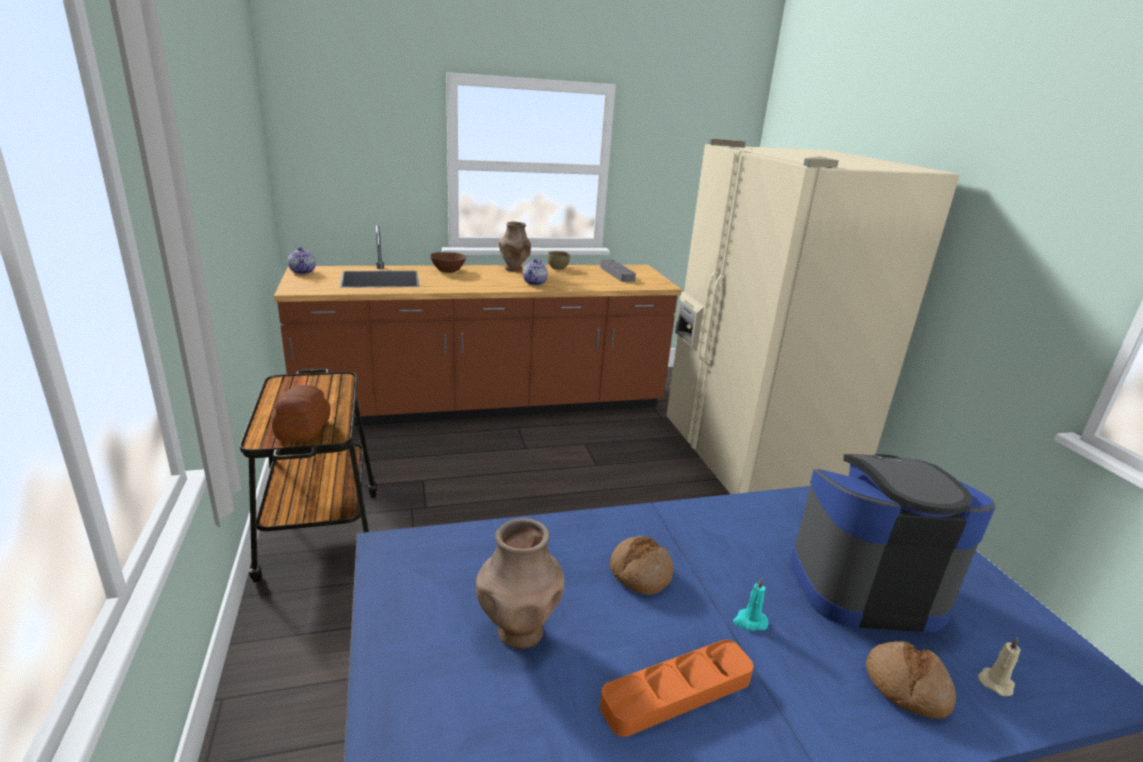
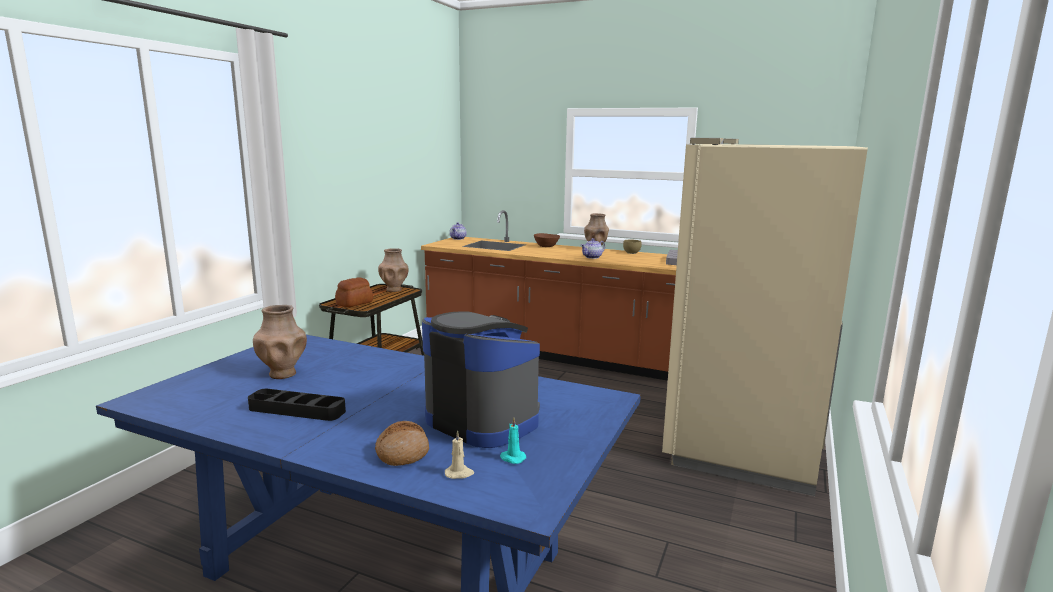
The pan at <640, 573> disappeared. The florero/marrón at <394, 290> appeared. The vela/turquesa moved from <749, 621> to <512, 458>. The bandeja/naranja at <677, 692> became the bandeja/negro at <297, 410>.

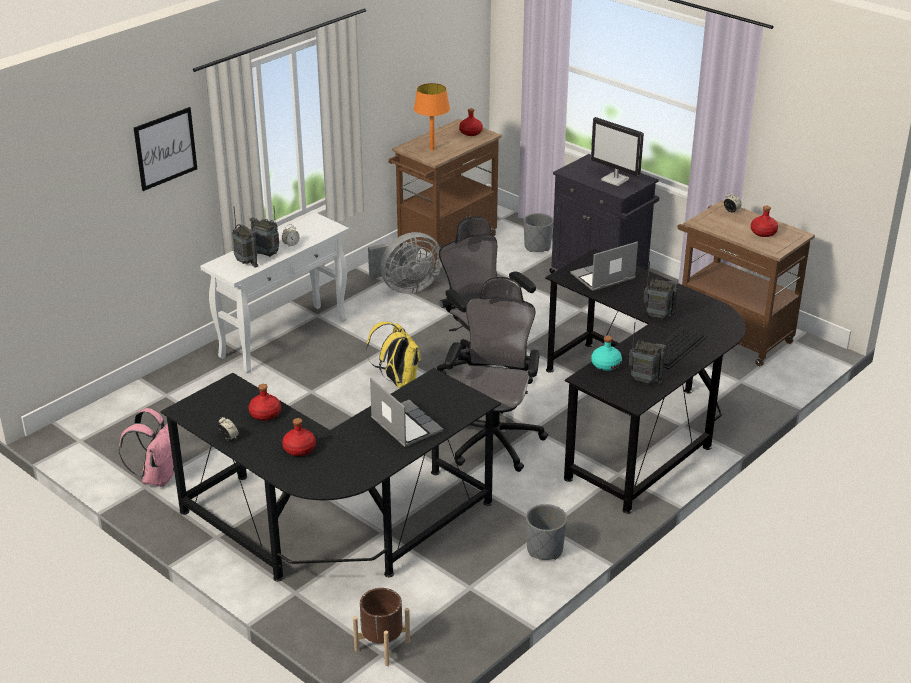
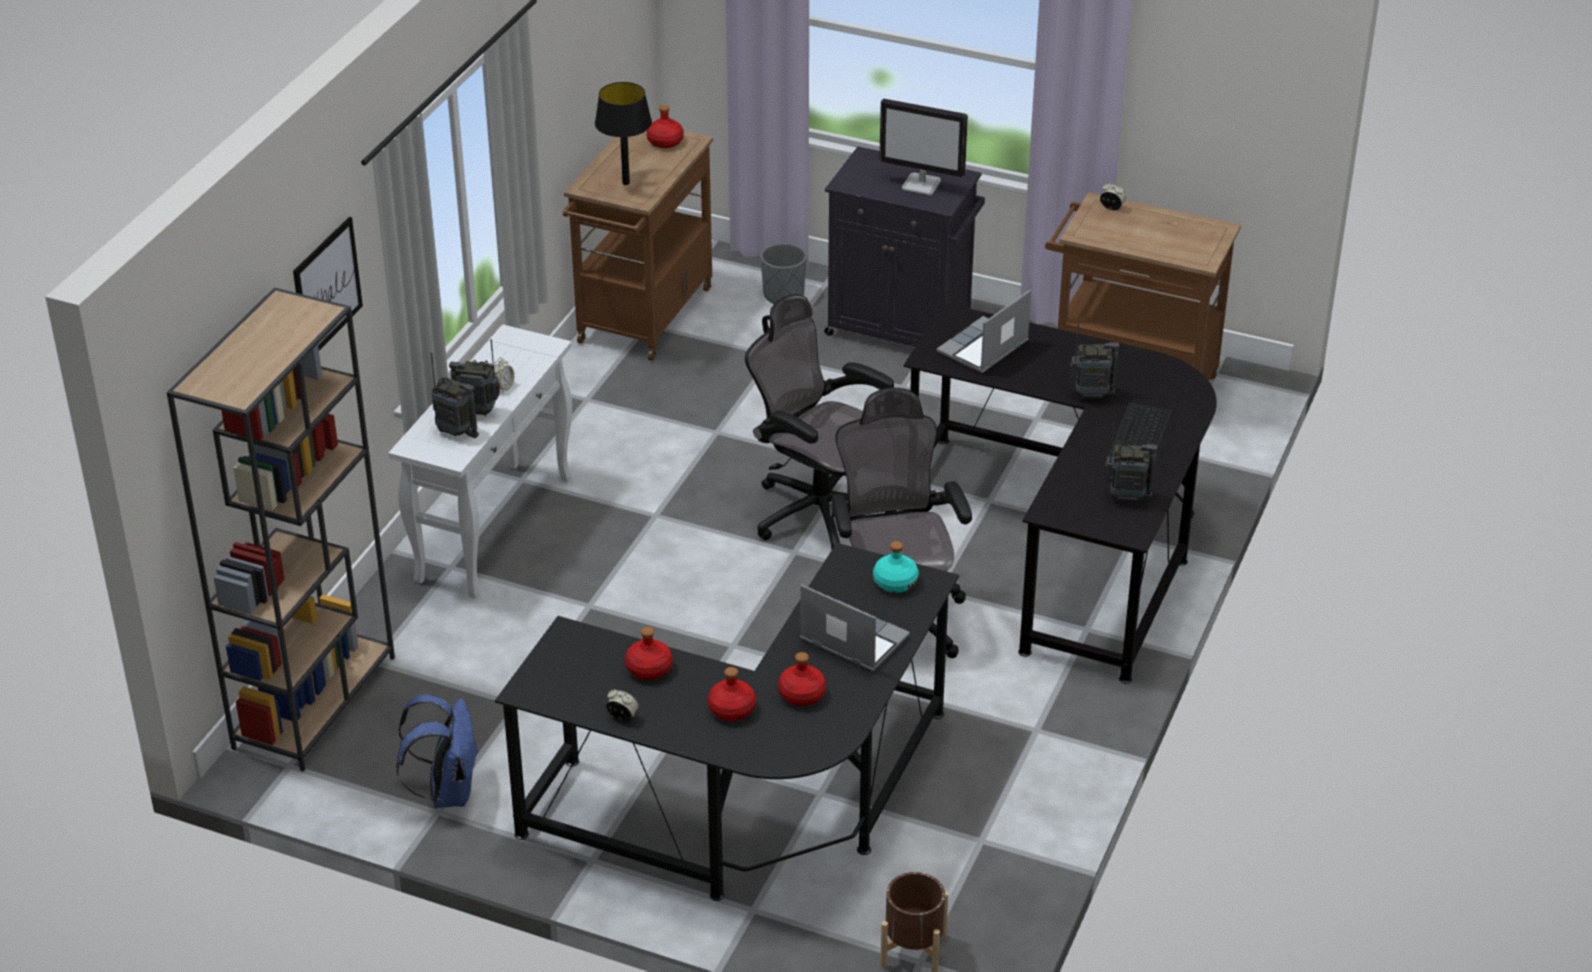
The mochila/amarillo at <397, 381> disappeared. The ventilador/gris at <406, 287> disappeared. The maceta/gris at <544, 549> disappeared. The estantería at <314, 701> appeared. The botella/turquesa moved from <605, 364> to <894, 582>. The botella/rojo moved from <763, 233> to <801, 695>. The mochila/rosa at <158, 476> became the mochila/azul at <447, 791>. The lámpara de mesa/naranja at <432, 149> became the lámpara de mesa/negro at <626, 183>.

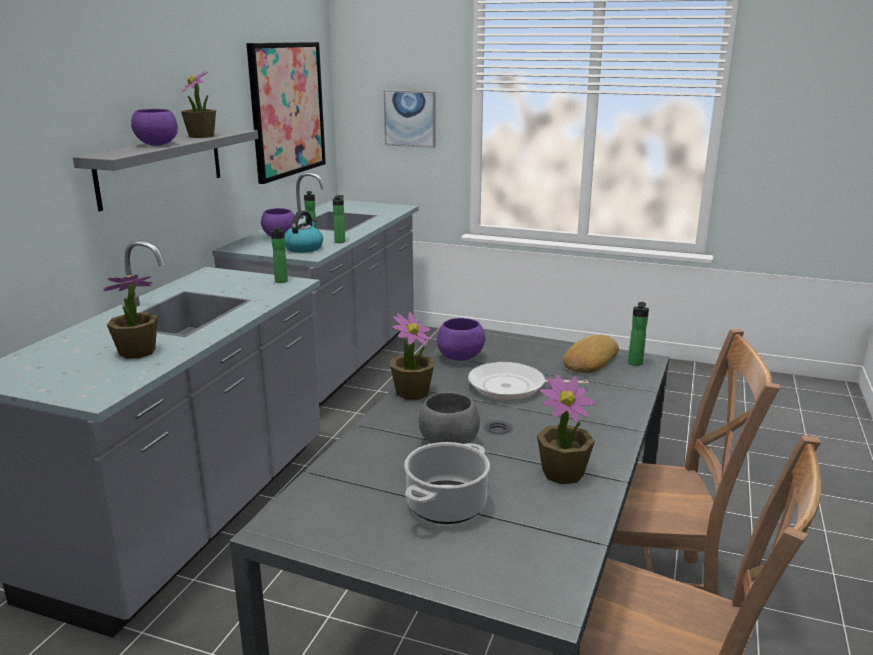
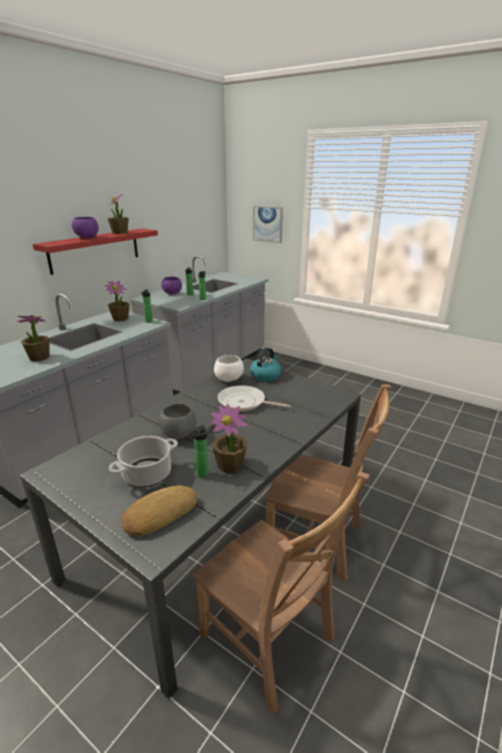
The cuadro at <287, 109> disappeared. The hervidor moved from <304, 248> to <265, 375>. The planta en maceta moved from <412, 392> to <120, 319>. The pan moved from <589, 361> to <159, 514>. The botella moved from <635, 364> to <201, 475>. The estante/gris at <161, 167> became the estante/rojo at <95, 250>. The cuenco/morado at <461, 358> became the cuenco/blanco at <229, 379>.

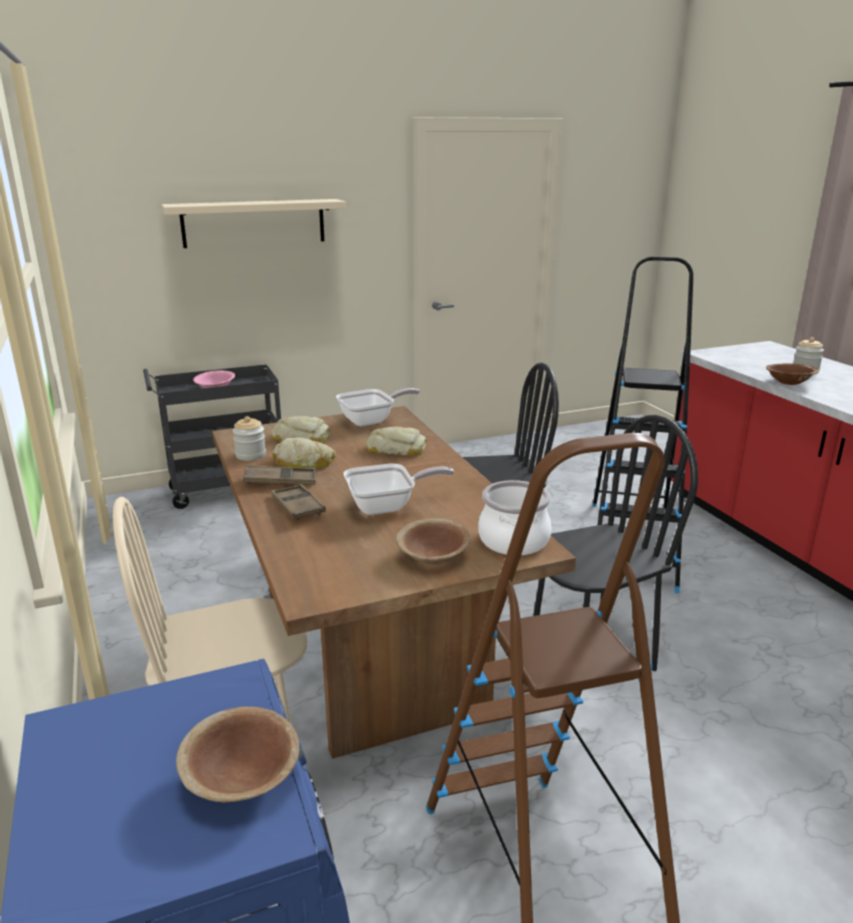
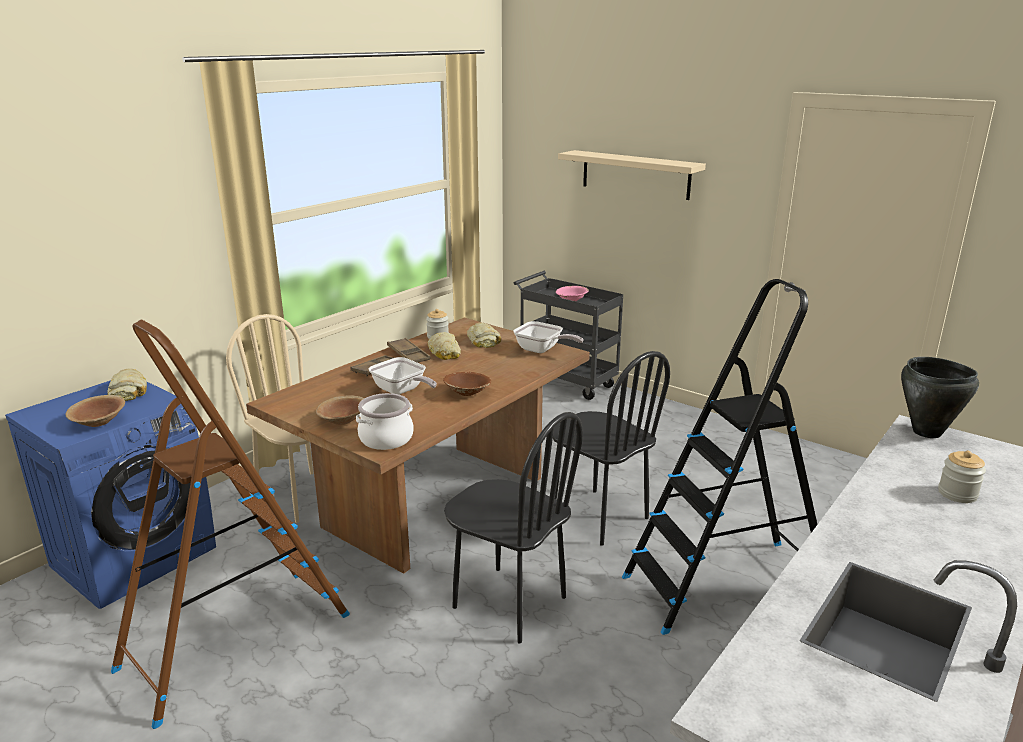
The olla/negro at <927, 432> appeared. The pan moved from <396, 449> to <128, 391>. The cuenco/marrón moved from <789, 382> to <467, 392>.

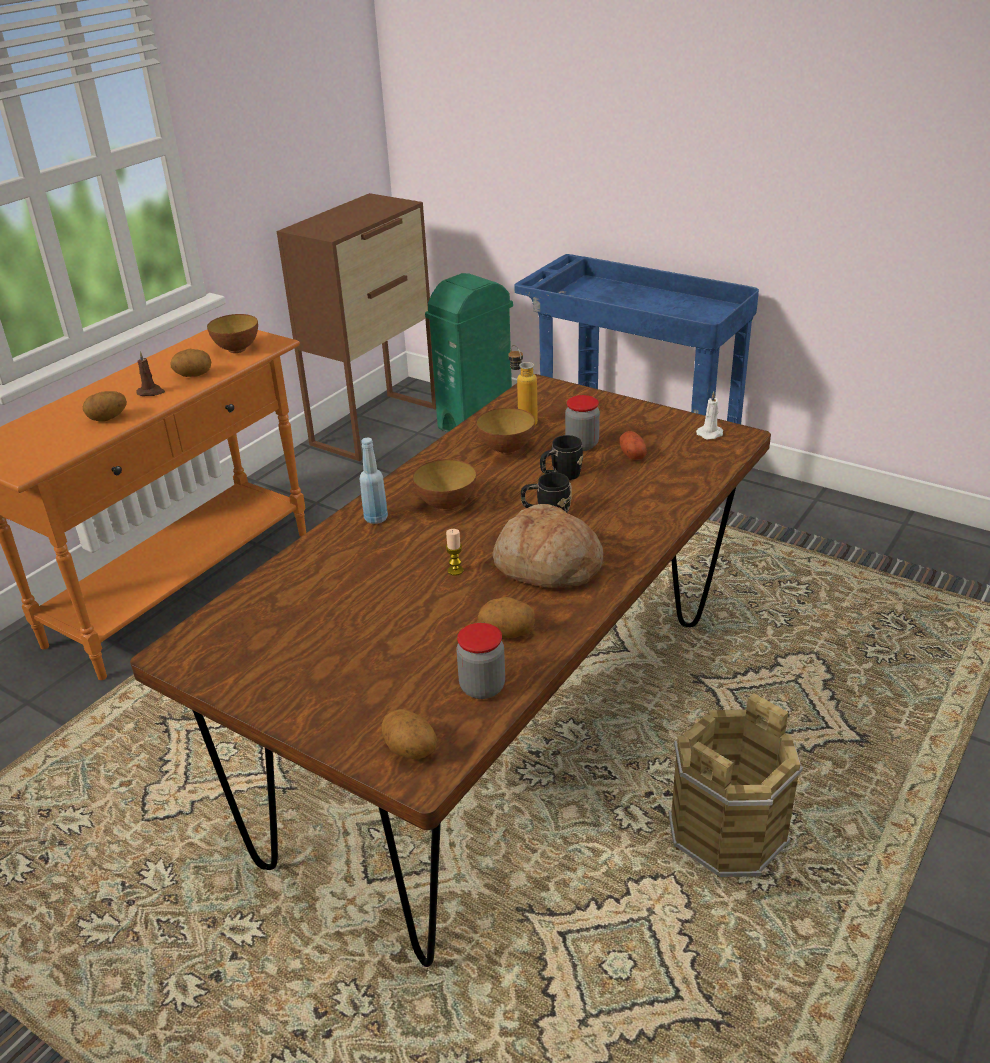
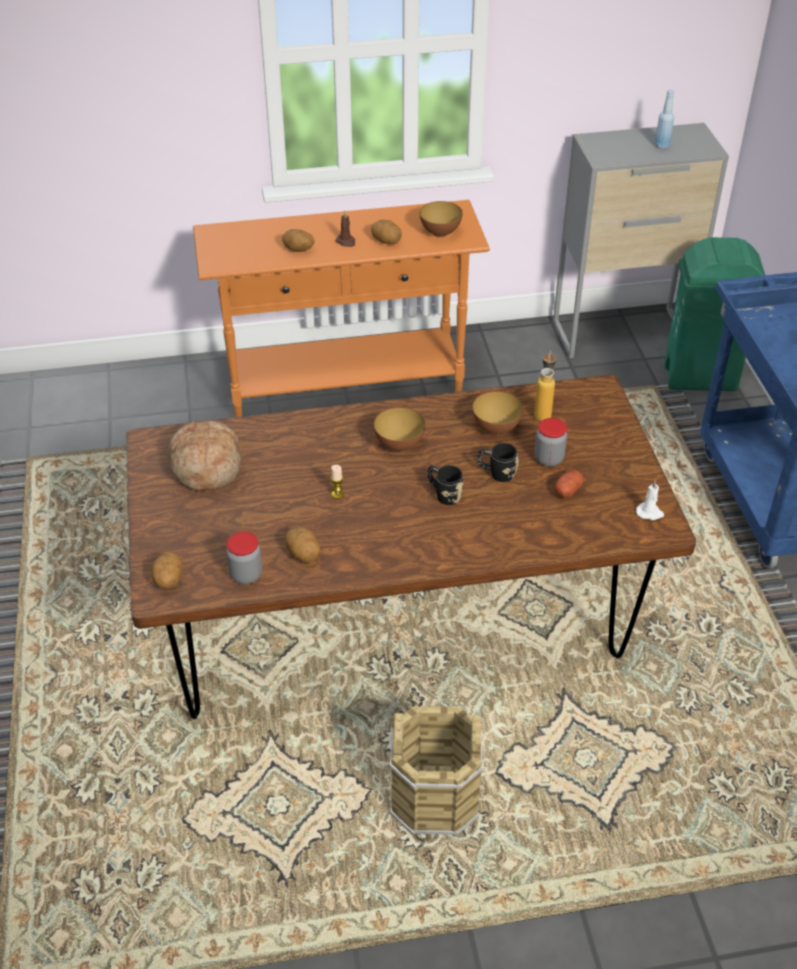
The botella/azul moved from <376, 518> to <662, 145>. The pan moved from <547, 565> to <205, 466>. The armario/marrón at <378, 425> became the armario/gris at <623, 333>.

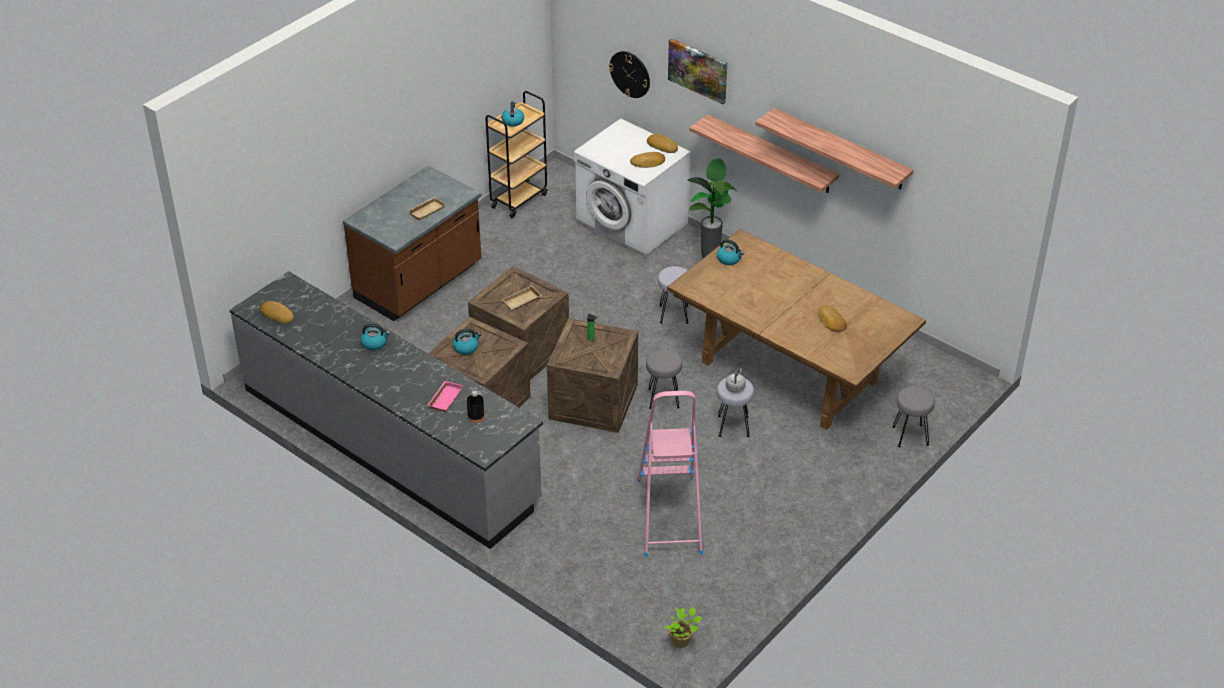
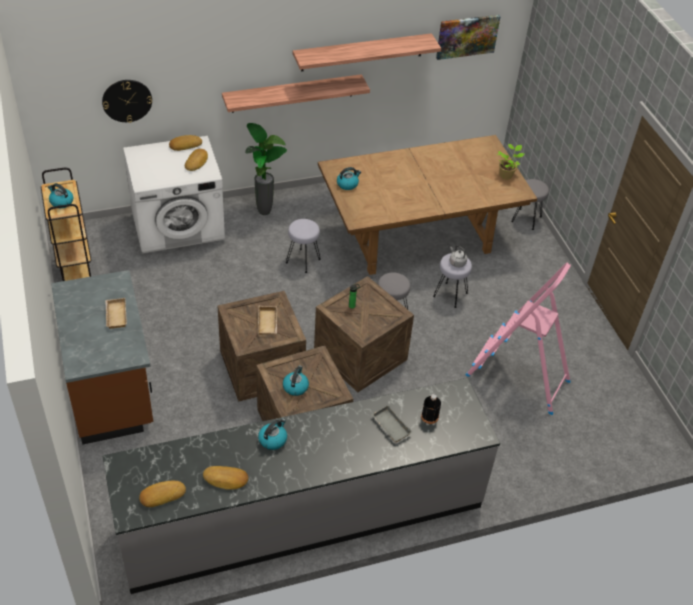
The planta en maceta moved from <682, 641> to <506, 175>. The cuadro moved from <698, 70> to <467, 36>. The pan moved from <831, 321> to <226, 479>. The bandeja/rosa at <444, 398> became the bandeja/gris at <389, 426>.

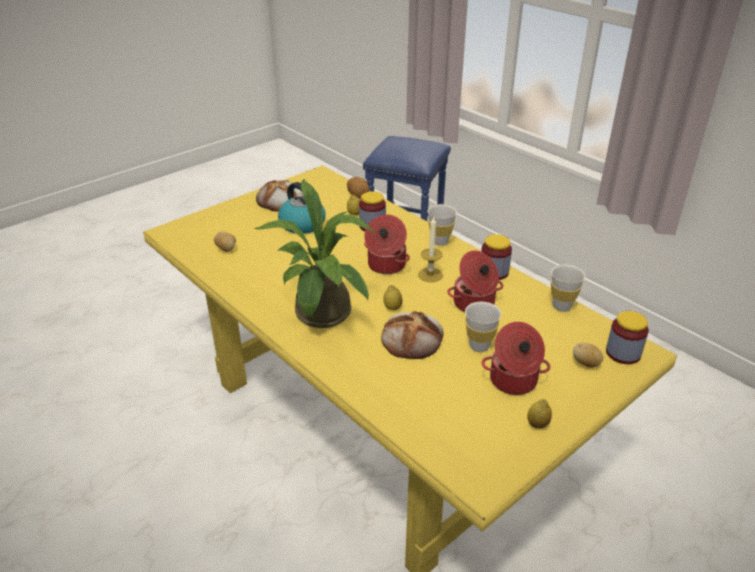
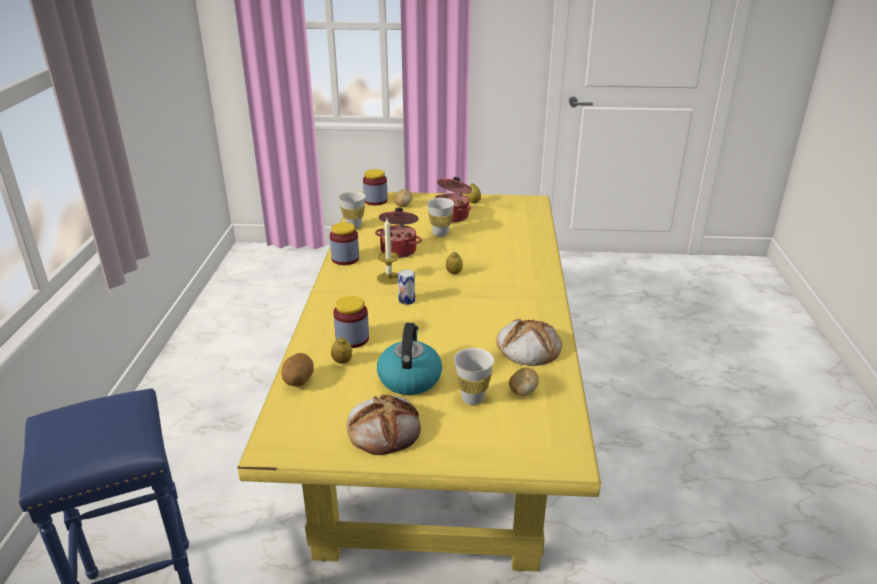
The planta en maceta at <322, 318> disappeared. The pan moved from <412, 339> to <528, 347>. The taza/blanco moved from <440, 242> to <472, 398>. The olla at <385, 265> was replaced by the lata at <406, 300>.

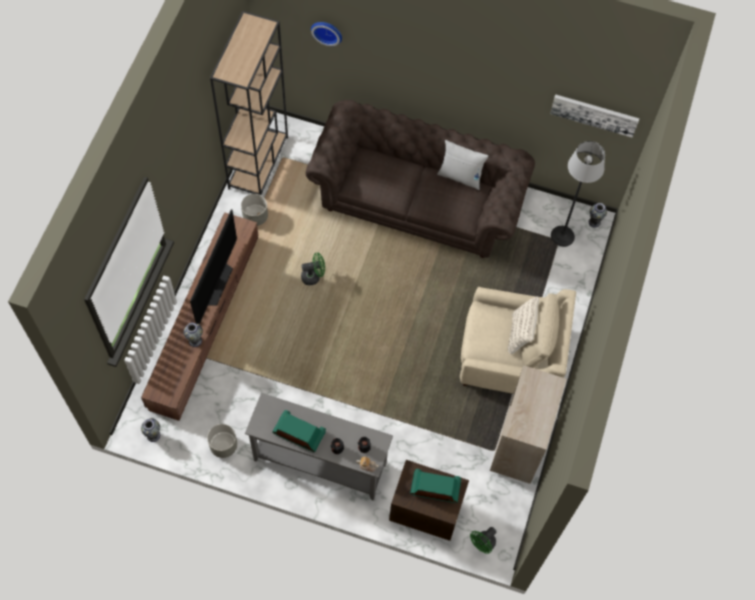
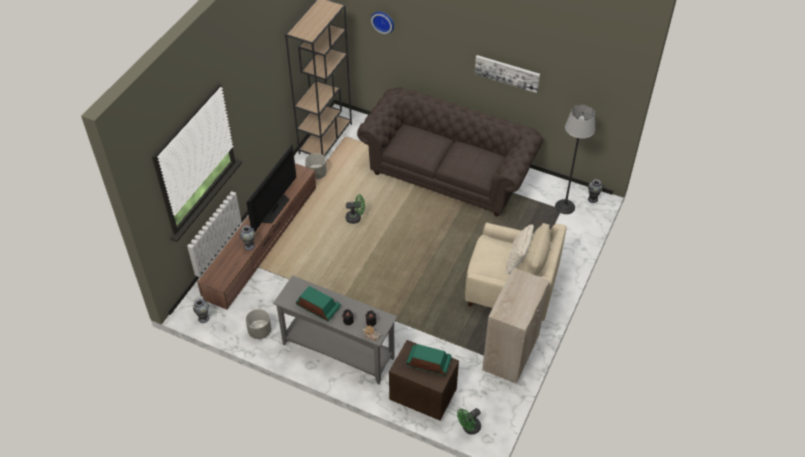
The cojín/gris at <460, 177> disappeared. The cuadro moved from <594, 114> to <507, 73>.

